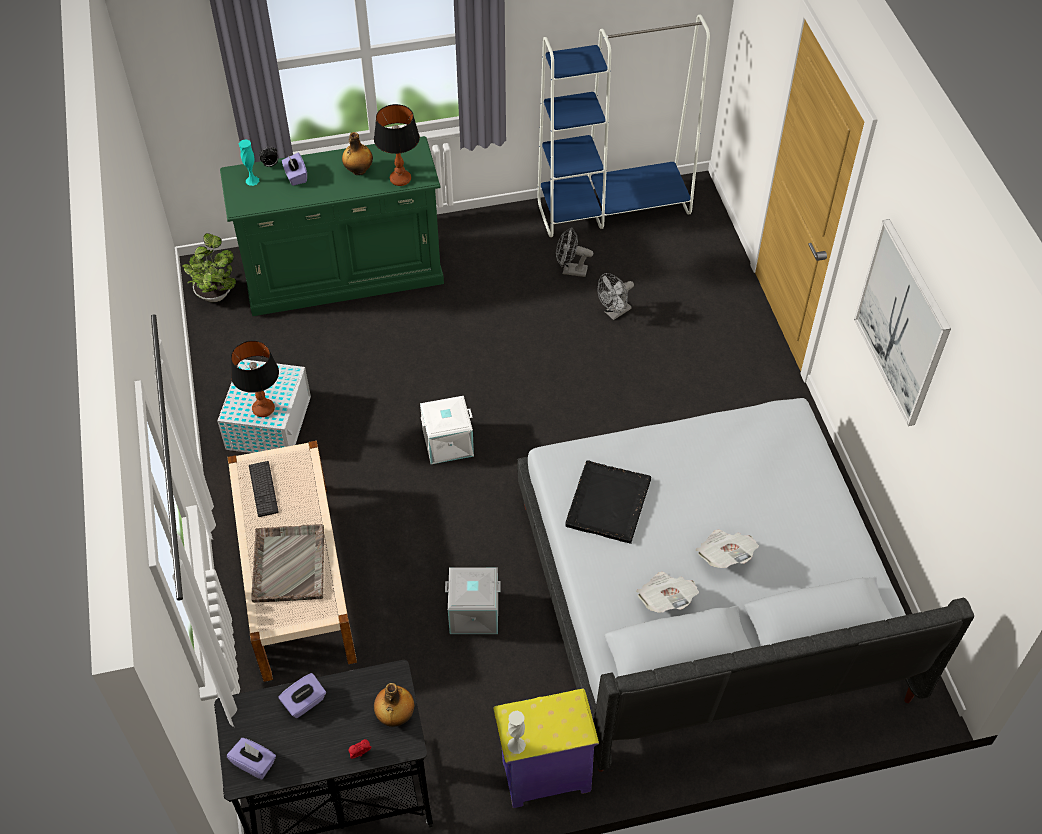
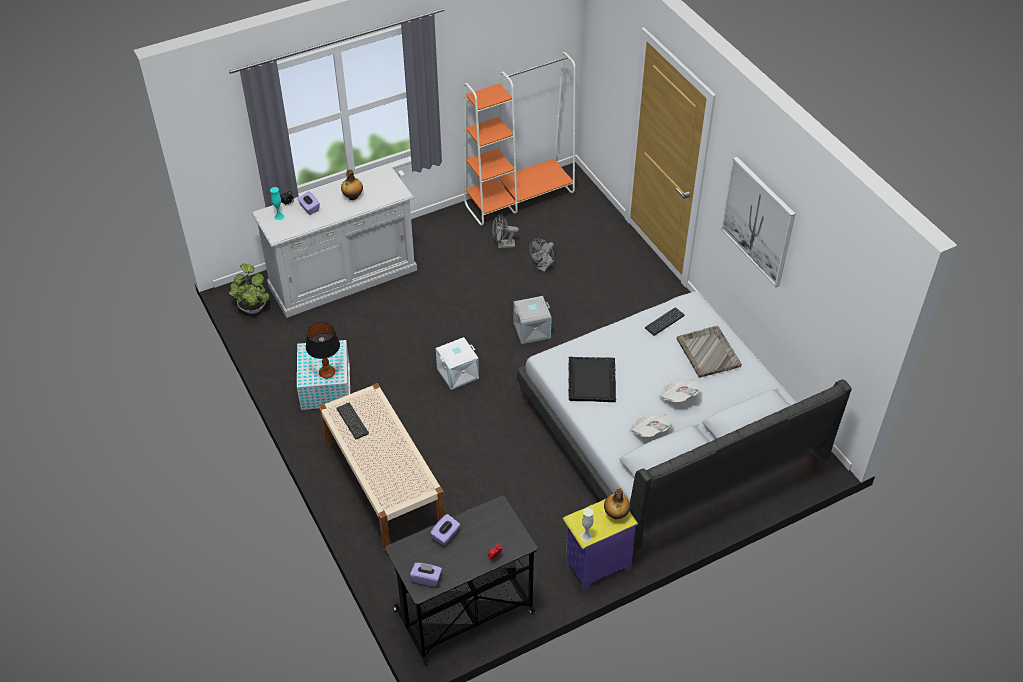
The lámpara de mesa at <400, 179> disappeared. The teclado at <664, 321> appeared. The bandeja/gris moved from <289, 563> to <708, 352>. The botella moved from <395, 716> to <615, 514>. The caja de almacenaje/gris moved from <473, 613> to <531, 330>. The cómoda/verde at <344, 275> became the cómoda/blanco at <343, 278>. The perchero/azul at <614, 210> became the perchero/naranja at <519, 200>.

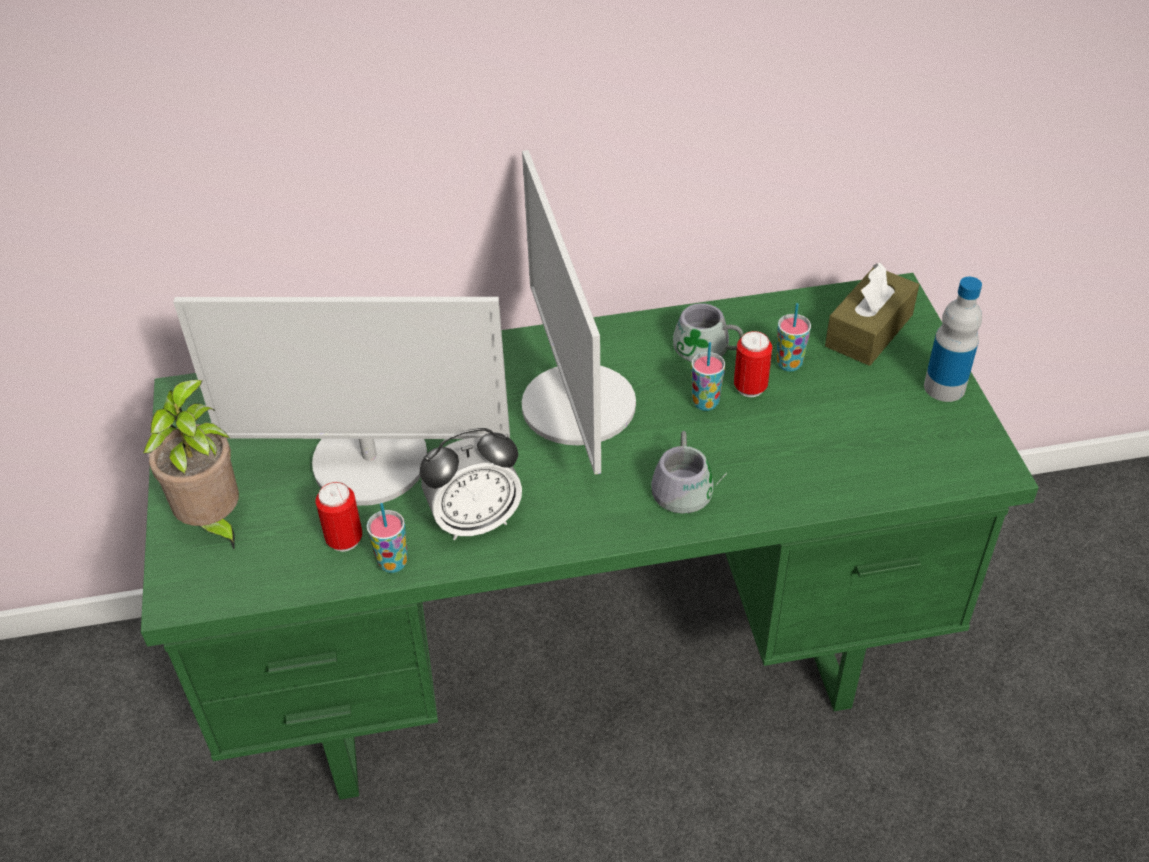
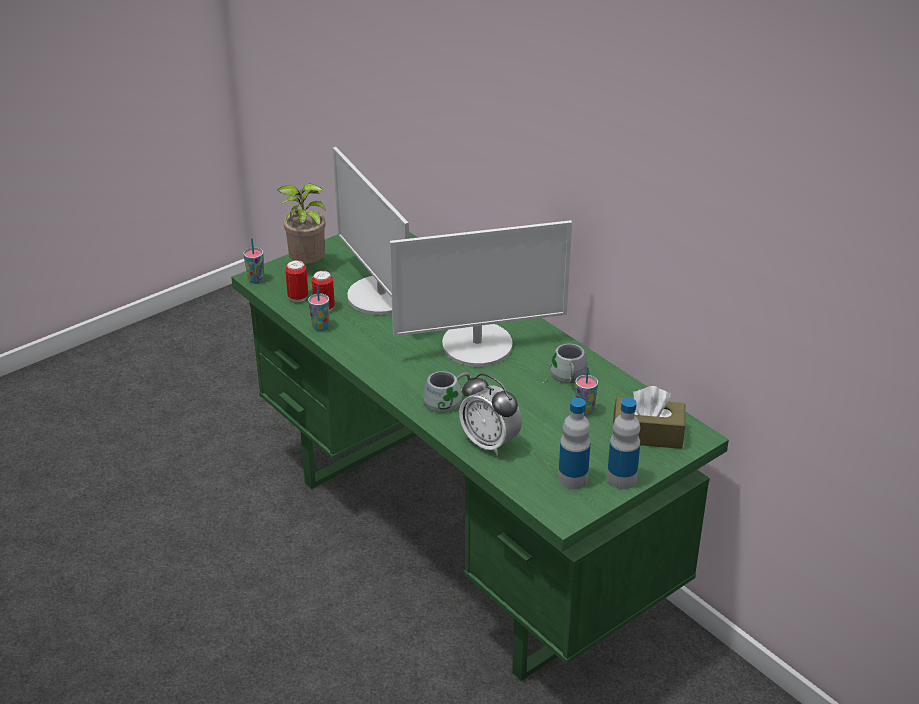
The botella at <572, 479> appeared. The despertador moved from <475, 521> to <489, 443>. The taza moved from <705, 403> to <256, 280>. The lata moved from <750, 388> to <298, 297>. The monitor at <577, 406> turned 150 degrees counterclockwise.

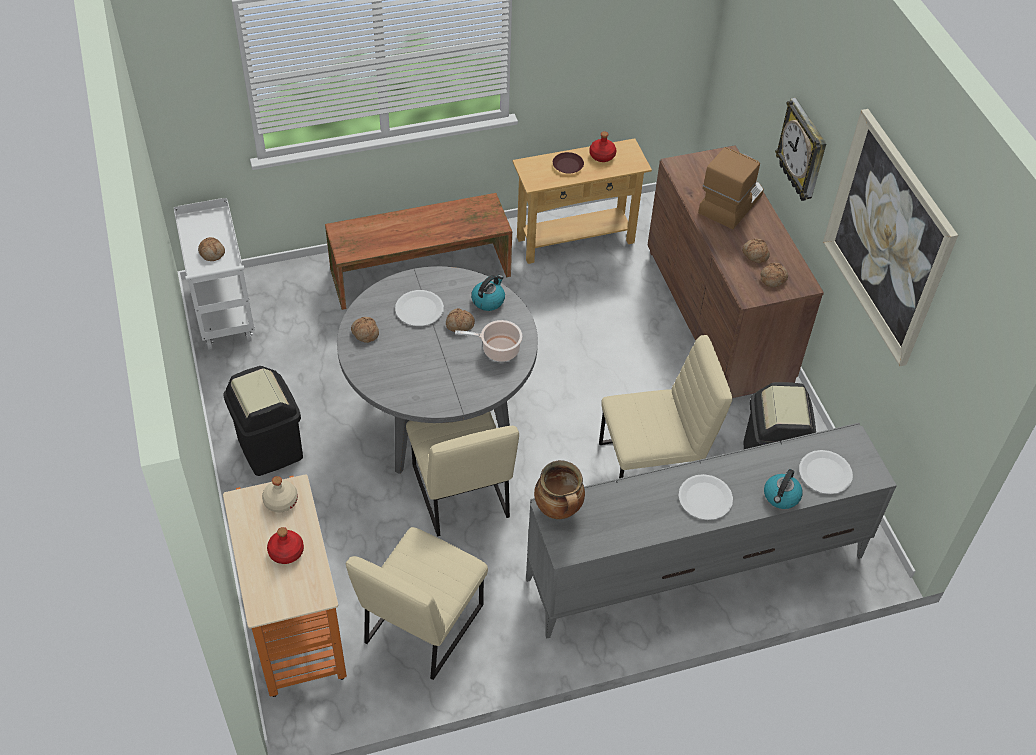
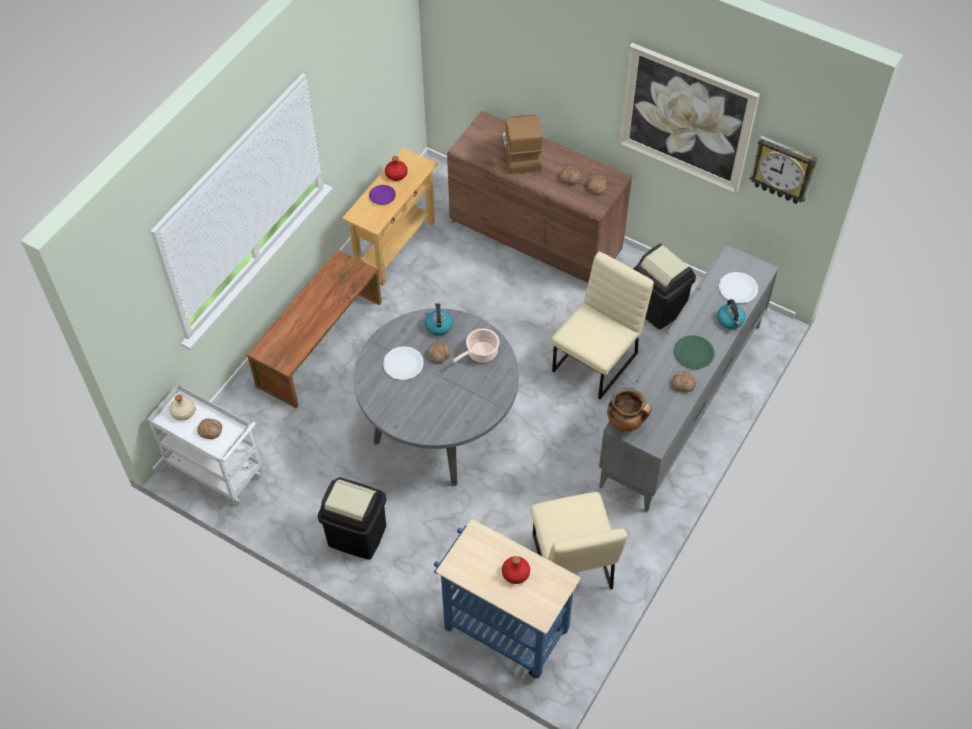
The silla/beis at <460, 494> disappeared. The botella/beis moved from <280, 501> to <183, 412>. The pan moved from <365, 333> to <683, 384>. The reloj de pared moved from <803, 152> to <783, 169>. The carrito/naranja at <296, 630> became the carrito/azul at <504, 629>. The plato/marrón at <567, 166> became the plato/morado at <382, 197>. The plato/blanco at <705, 498> became the plato/verde at <694, 353>.

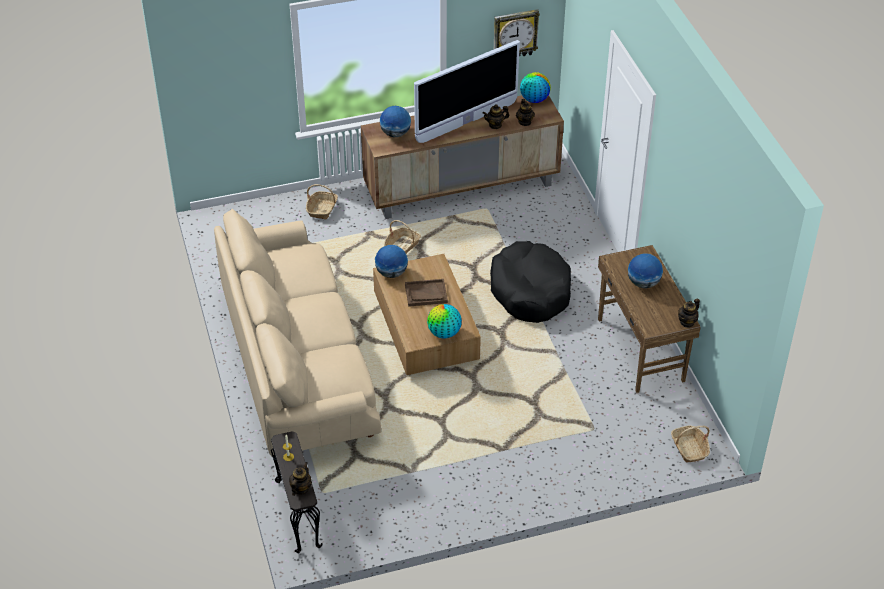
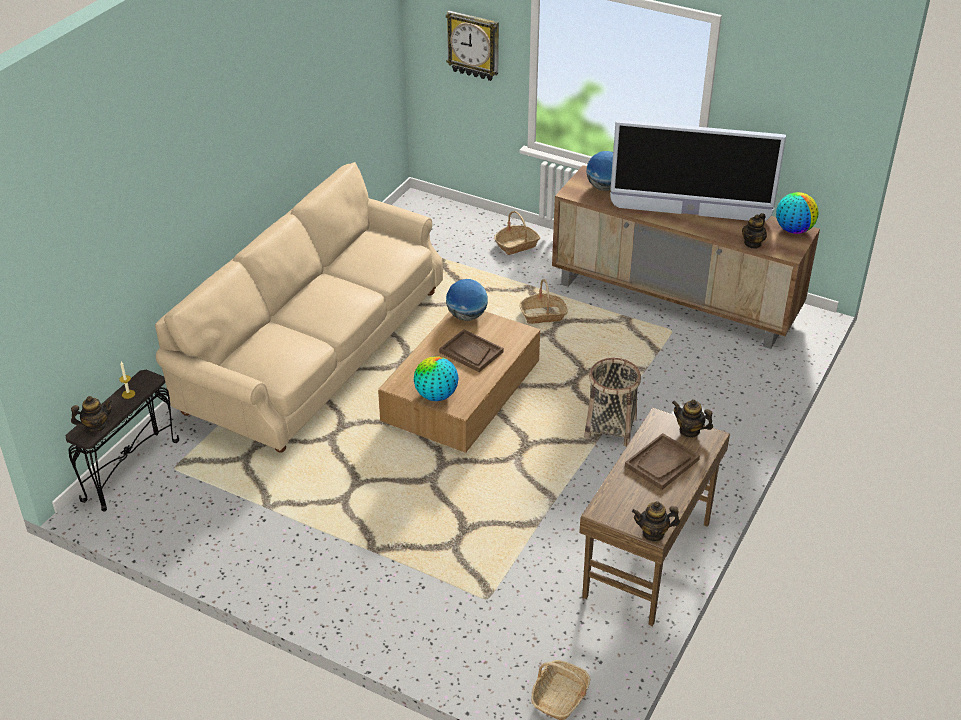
The tetera moved from <495, 125> to <689, 431>. The reloj de pared moved from <515, 34> to <474, 45>. The cama para perro/negro at <530, 291> was replaced by the cesta at <610, 428>. The globo terráqueo at <643, 283> was replaced by the bandeja/marrón at <662, 463>.

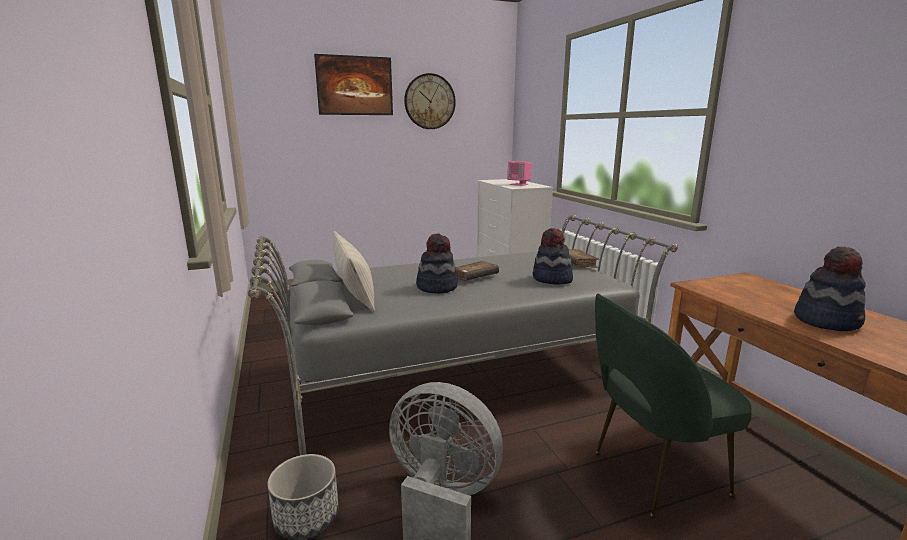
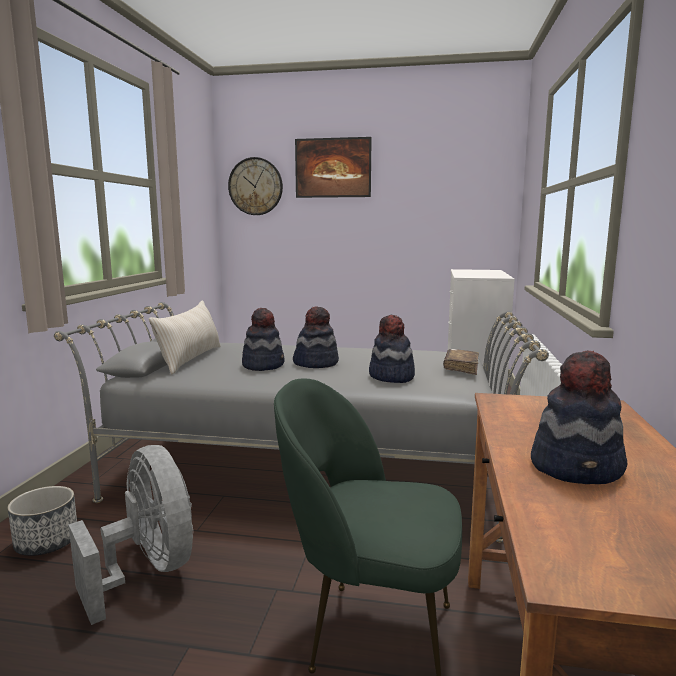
The altavoz/rosa at <519, 184> disappeared. The reloj de pared moved from <429, 101> to <255, 186>. The libro/marrón at <474, 277> was replaced by the sombrero at <316, 363>.

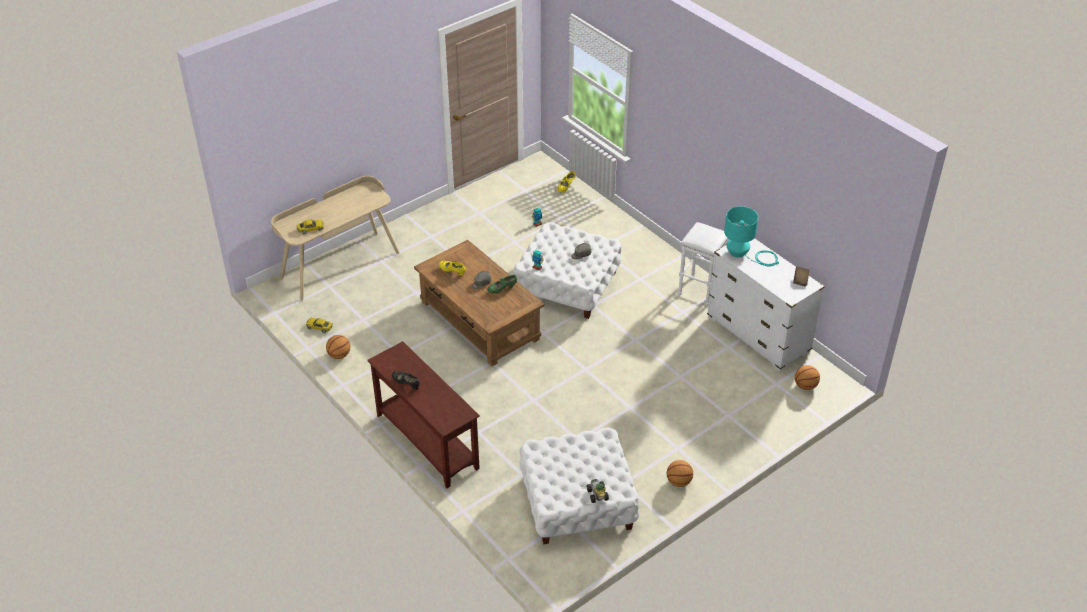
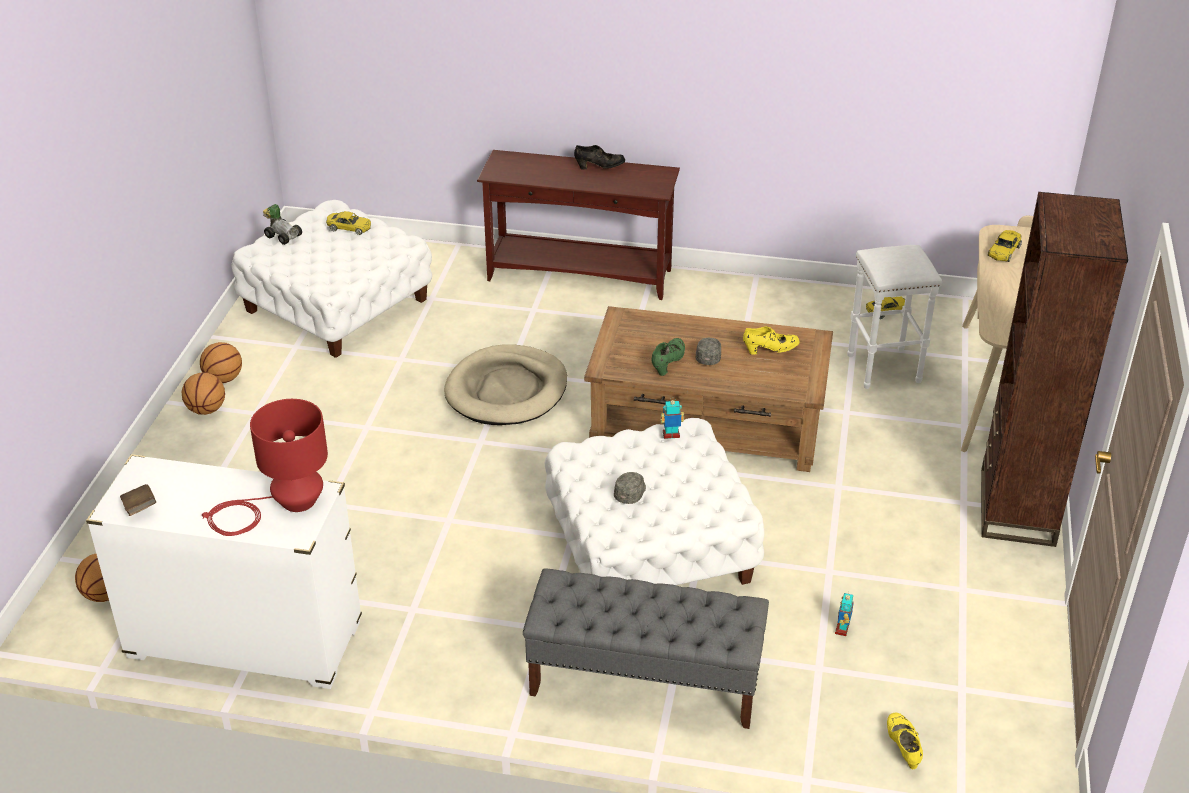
The coche de juguete/amarillo at <349, 228> appeared. The cama para perro/beis at <507, 390> appeared. The banco/gris at <644, 681> appeared. The estantería/marrón at <1016, 507> appeared. The balón de baloncesto moved from <339, 355> to <207, 410>. The taburete/blanco moved from <700, 291> to <882, 367>. The lámpara de mesa/turquesa at <748, 255> became the lámpara de mesa/rojo at <273, 507>.

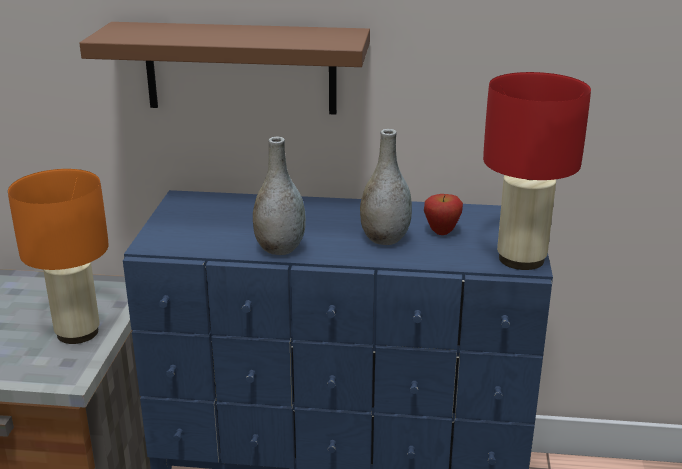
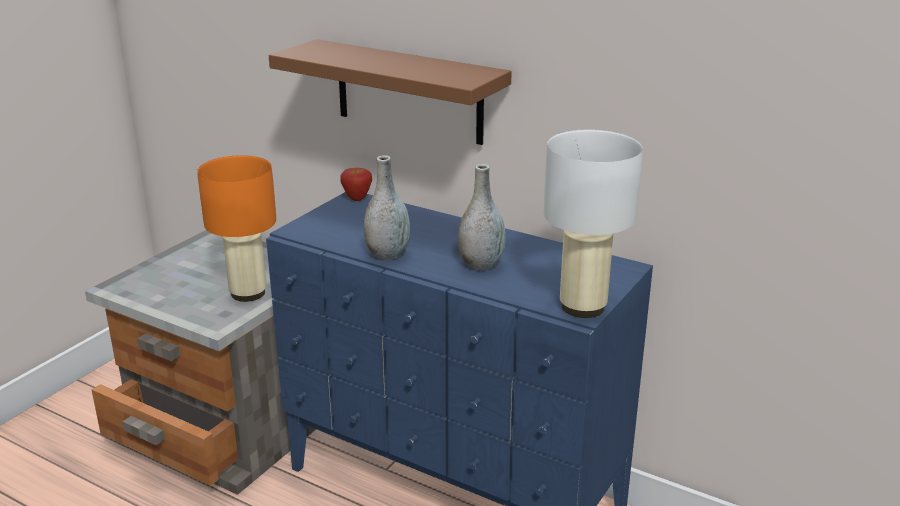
The manzana moved from <441, 232> to <357, 199>. The lámpara de mesa/rojo at <519, 259> became the lámpara de mesa/blanco at <581, 307>.

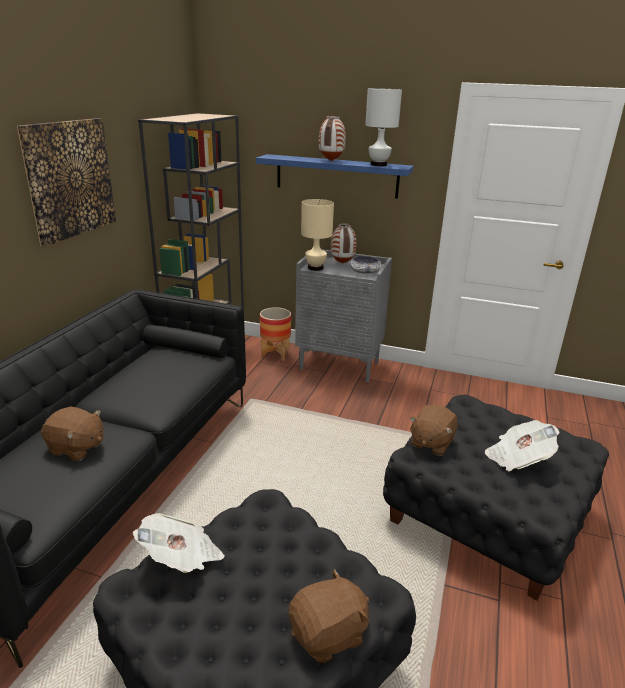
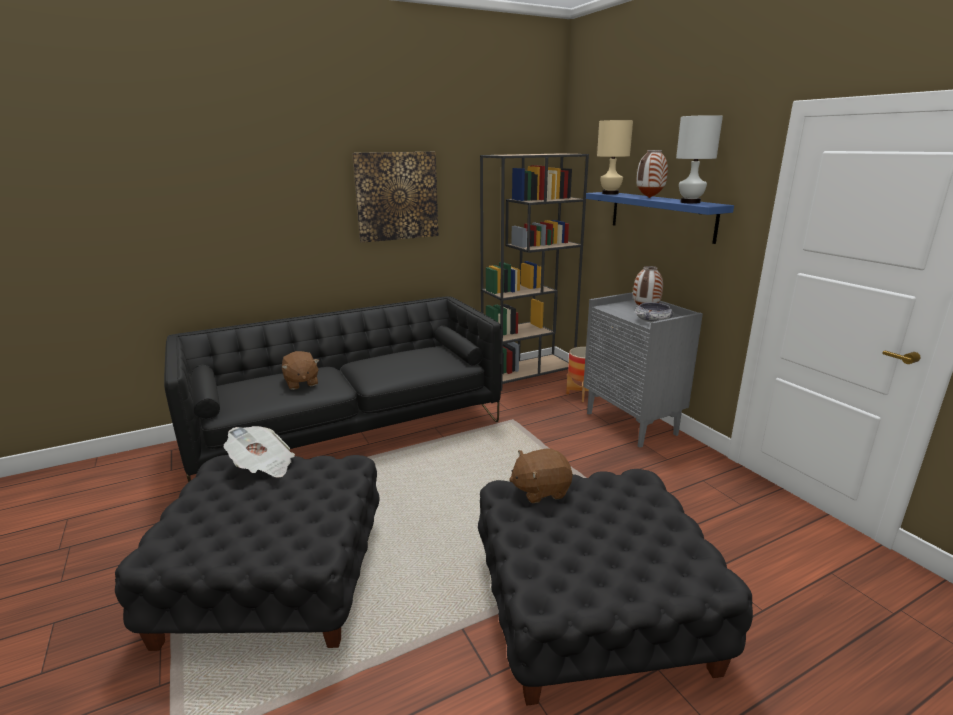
The peluche/marrón at <329, 634> disappeared. The periódico at <518, 458> disappeared. The lámpara de mesa/beis moved from <315, 268> to <610, 193>.

